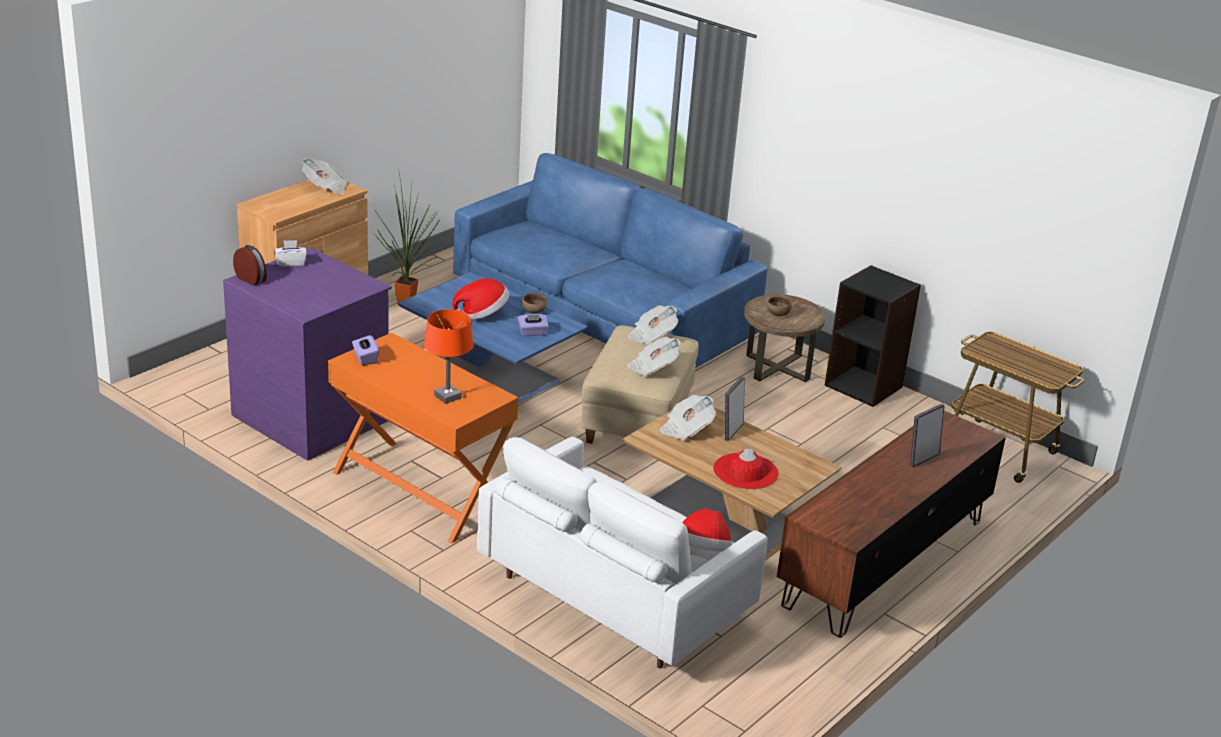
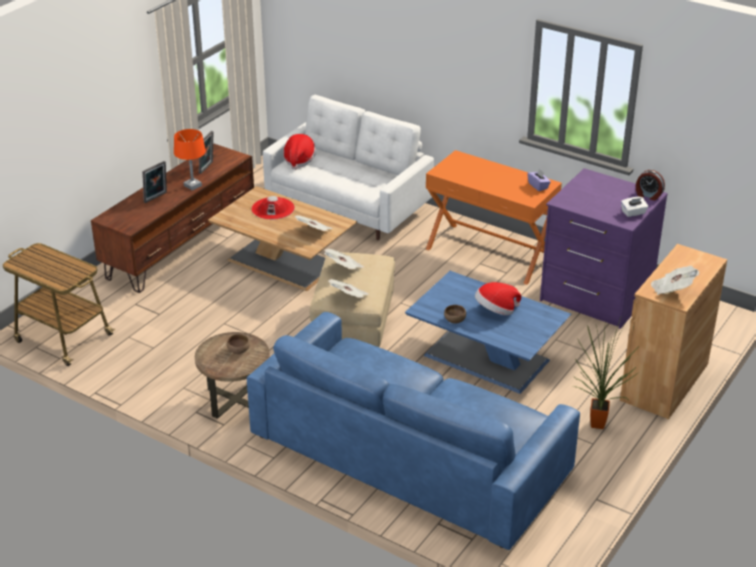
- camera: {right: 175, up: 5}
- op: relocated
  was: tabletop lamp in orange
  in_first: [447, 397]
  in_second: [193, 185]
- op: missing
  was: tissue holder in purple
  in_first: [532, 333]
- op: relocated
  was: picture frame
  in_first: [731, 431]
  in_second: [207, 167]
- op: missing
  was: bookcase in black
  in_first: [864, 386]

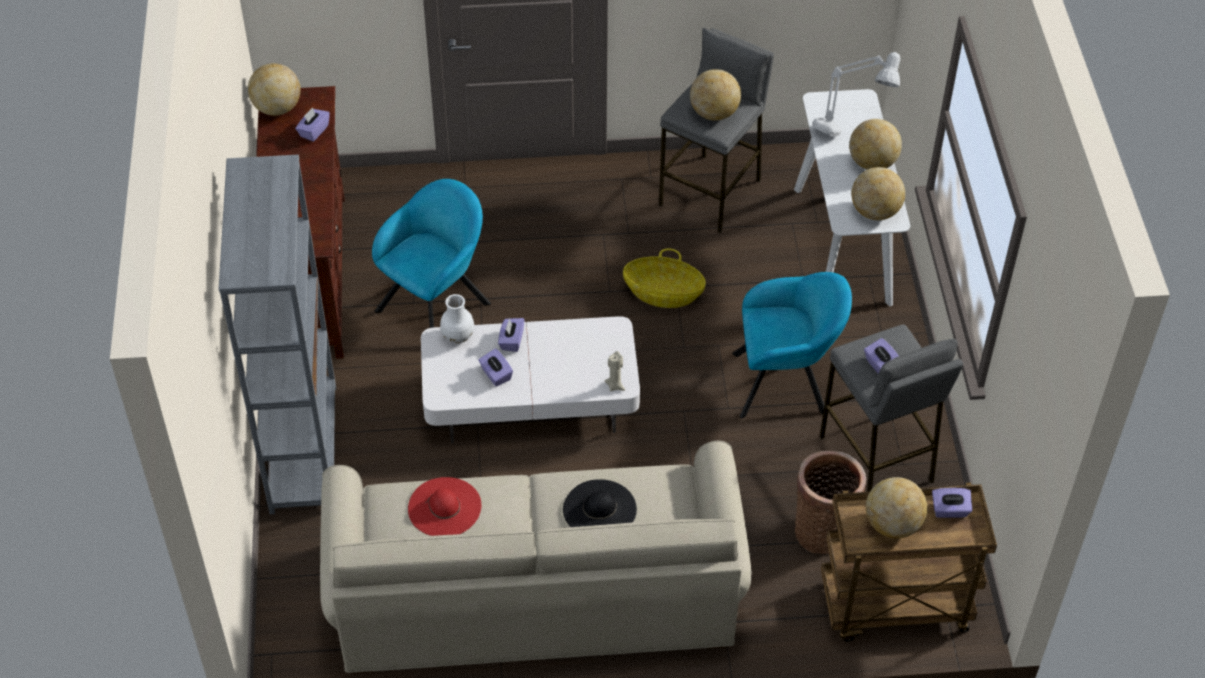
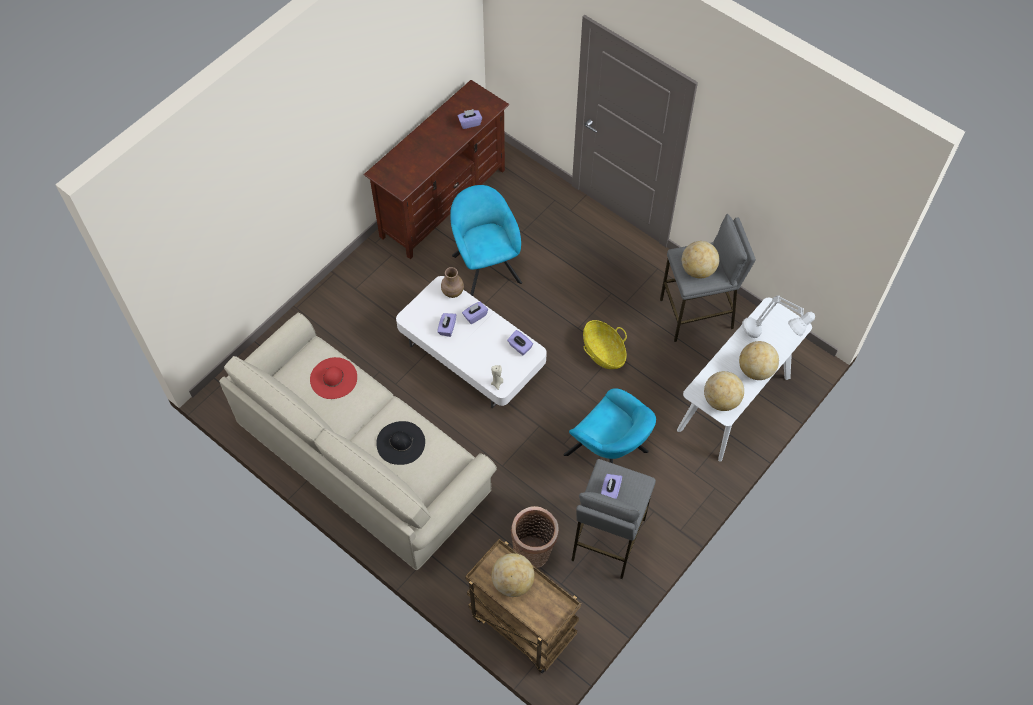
- camera: {right: 45, up: 10}
- op: missing
  was: bookcase in greyish
  in_first: [303, 448]
- op: missing
  was: globe
  in_first: [277, 108]
- op: spun
  was: easy chair in turquoise
  in_first: [437, 303]
  in_second: [485, 265]
  clockwise: -105
- op: colour
  was: decorative vase in white-coloured
  now: decorative vase in brown
  in_first: [457, 336]
  in_second: [452, 292]
- op: relocated
  was: tissue holder in purple
  in_first: [950, 510]
  in_second: [519, 347]

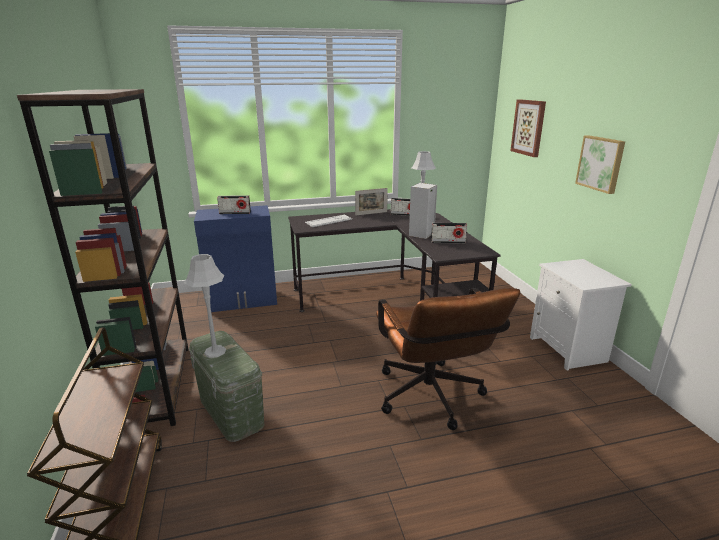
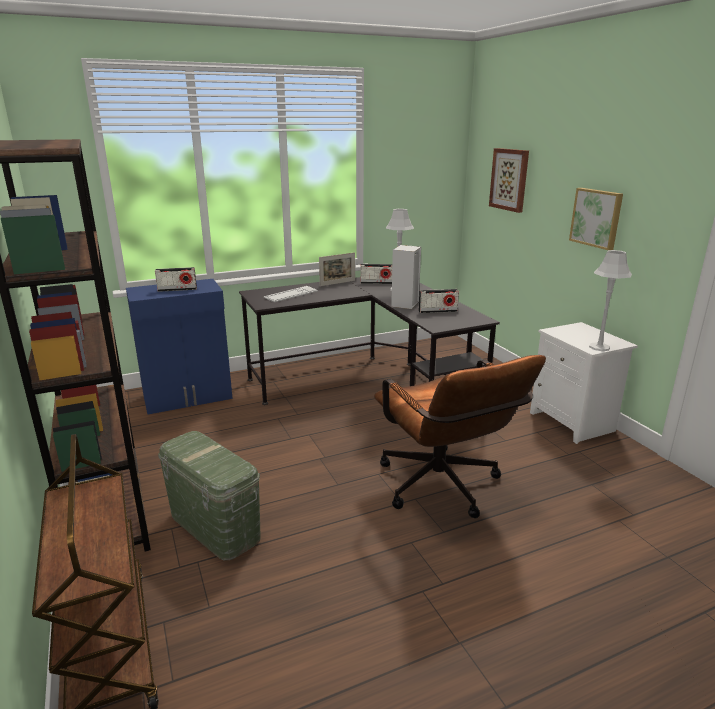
- camera: {right: -10, up: 0}
- op: relocated
  was: tabletop lamp in greyish
  in_first: [215, 351]
  in_second: [599, 347]

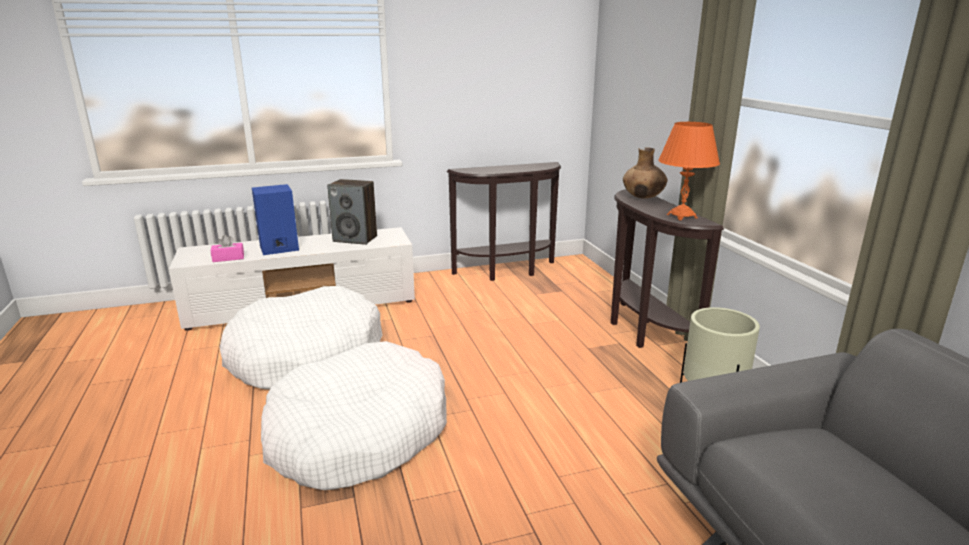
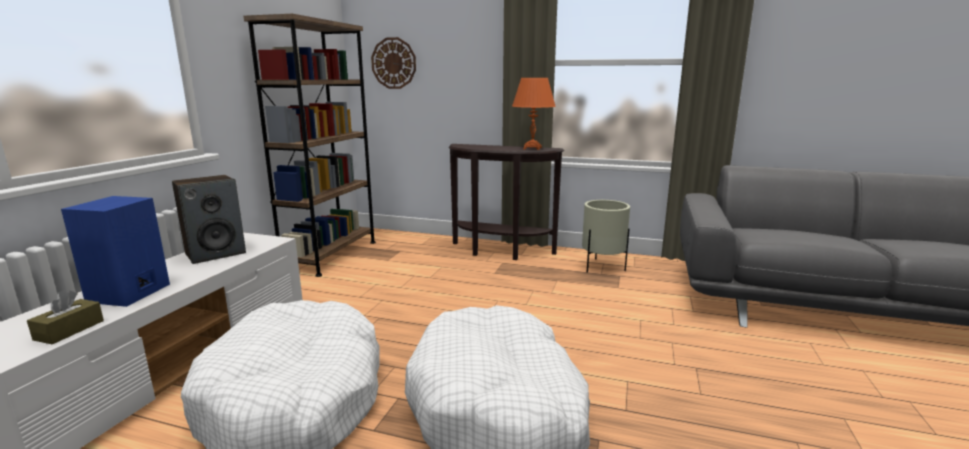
- camera: {right: -55, up: -5}
- op: colour
  was: tissue holder in pink-coloured
  now: tissue holder in brown
  in_first: [228, 258]
  in_second: [69, 330]
- op: exchanged
  was: console table in brown
  now: bookcase in brown
  in_first: [508, 272]
  in_second: [331, 255]
- op: missing
  was: decorative vase in brown
  in_first: [643, 197]
- op: appeared
  now: wall clock
  in_second: [393, 63]

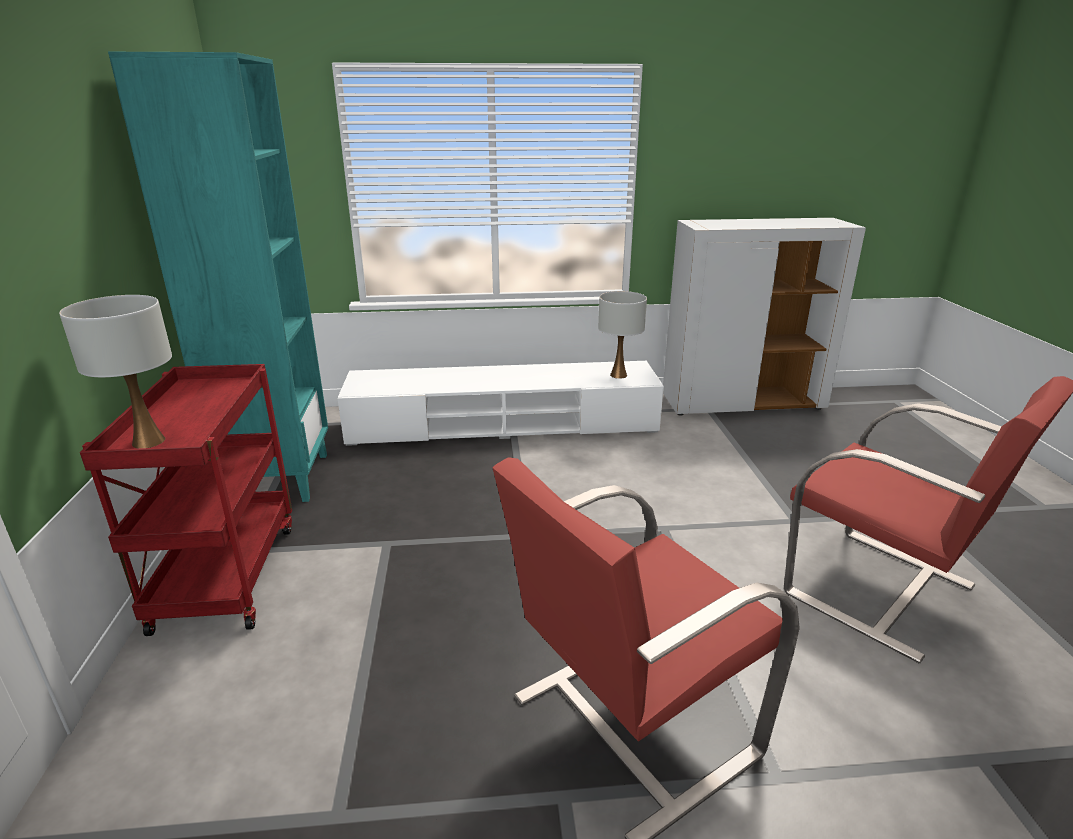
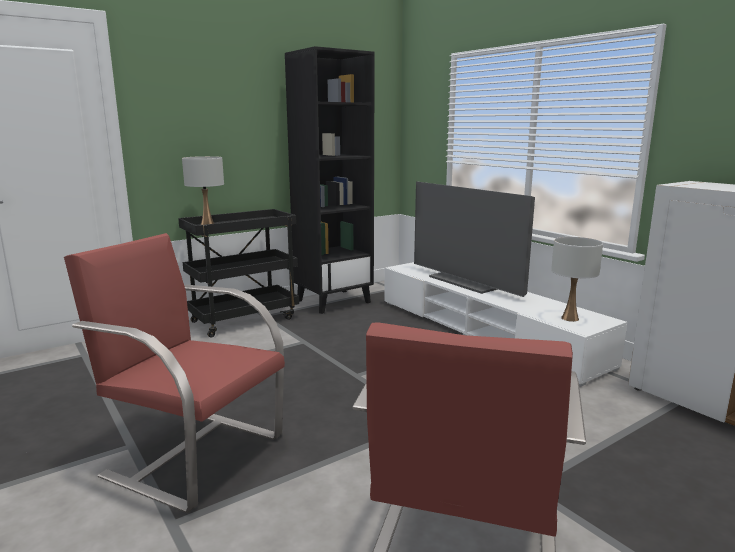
- camera: {right: 60, up: -10}
- op: colour
  was: wheeled cart in reddish
  now: wheeled cart in black
  in_first: [226, 574]
  in_second: [245, 319]
- op: colour
  was: bookcase in turquoise
  now: bookcase in black
  in_first: [279, 478]
  in_second: [333, 301]
- op: appeared
  now: television
  in_second: [467, 282]

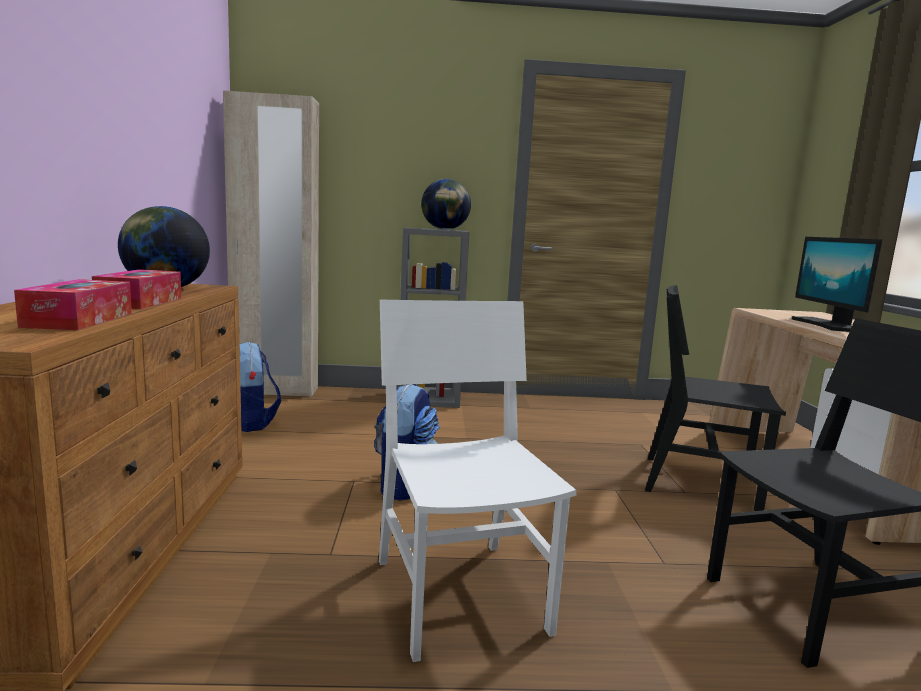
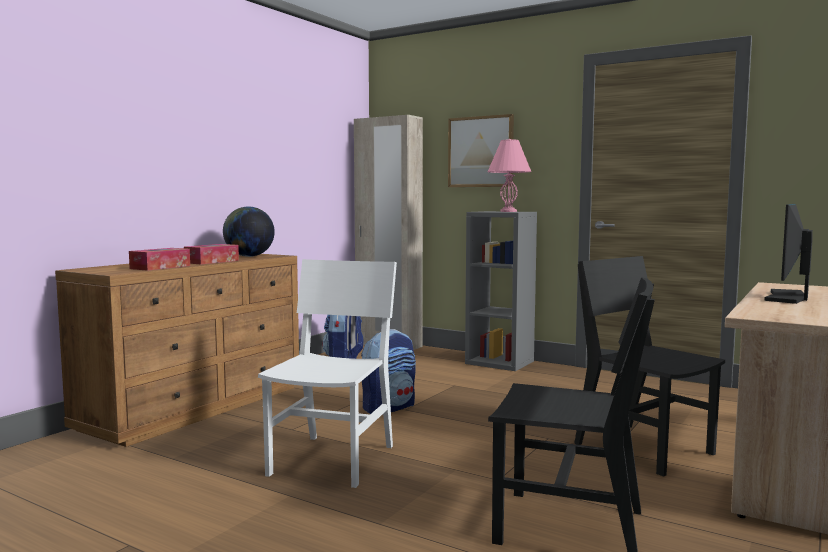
- camera: {right: 35, up: -5}
- op: exchanged
  was: globe
  now: tabletop lamp in pink-coloured
  in_first: [445, 229]
  in_second: [508, 211]
- op: appeared
  now: wall picture
  in_second: [481, 152]

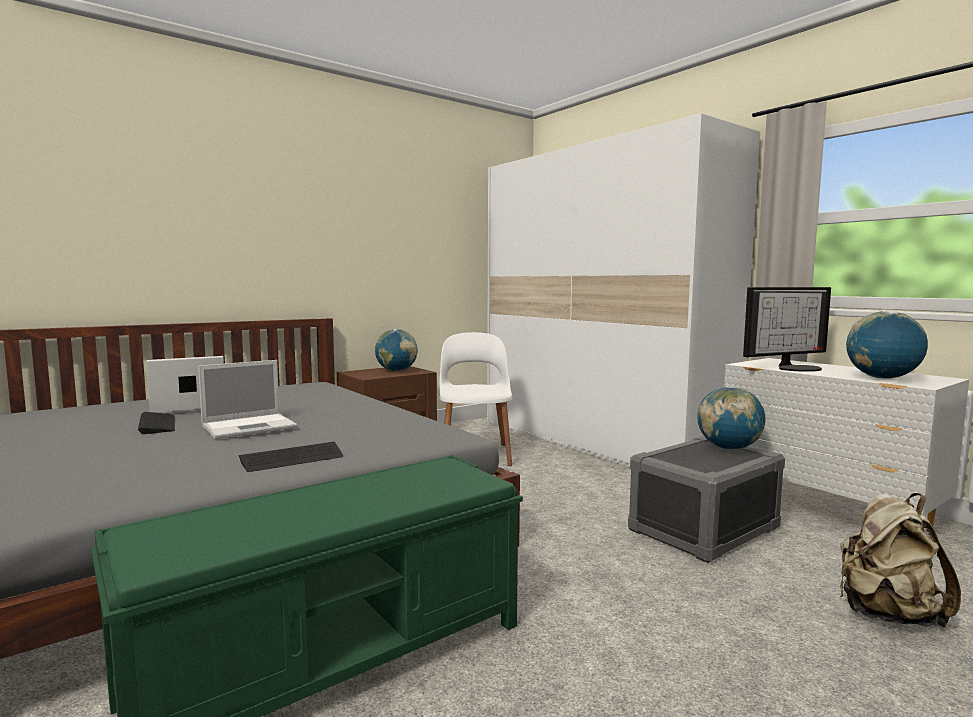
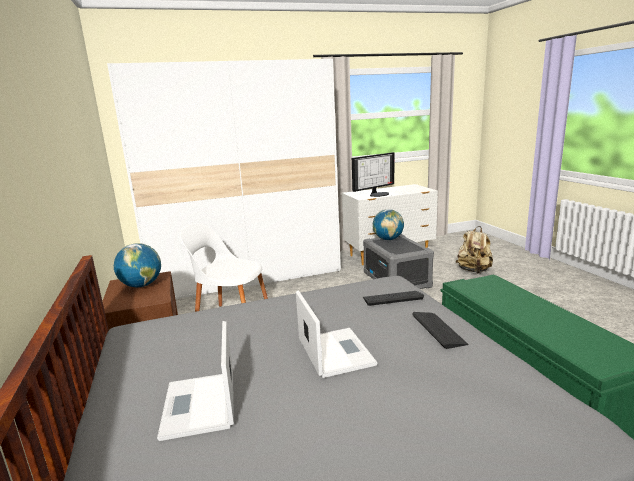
- camera: {right: -70, up: 10}
- op: relocated
  was: PC keyboard
  in_first: [157, 424]
  in_second: [392, 298]
- op: spun
  was: monitor
  in_first: [795, 368]
  in_second: [378, 194]
  clockwise: 60
- op: missing
  was: globe
  in_first: [882, 378]

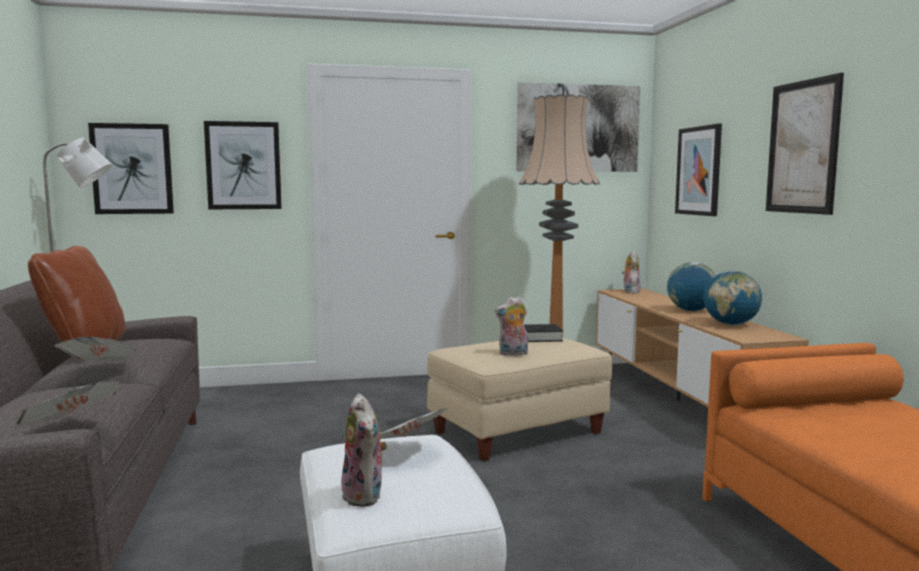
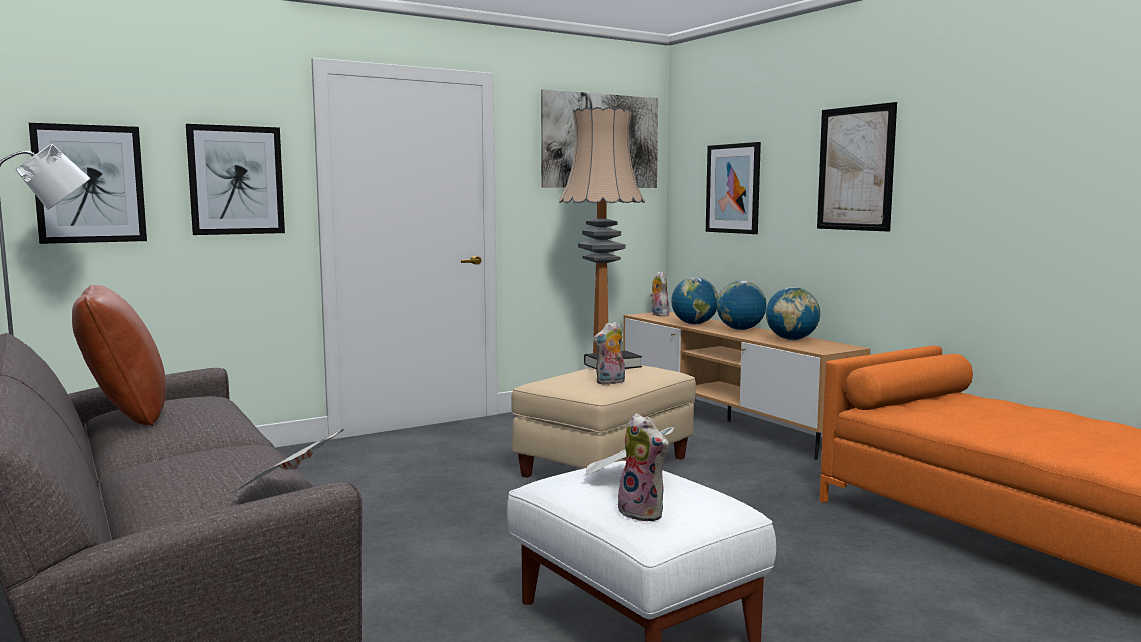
- camera: {right: -20, up: 0}
- op: missing
  was: newspaper
  in_first: [101, 369]
- op: appeared
  now: globe
  in_second: [694, 324]

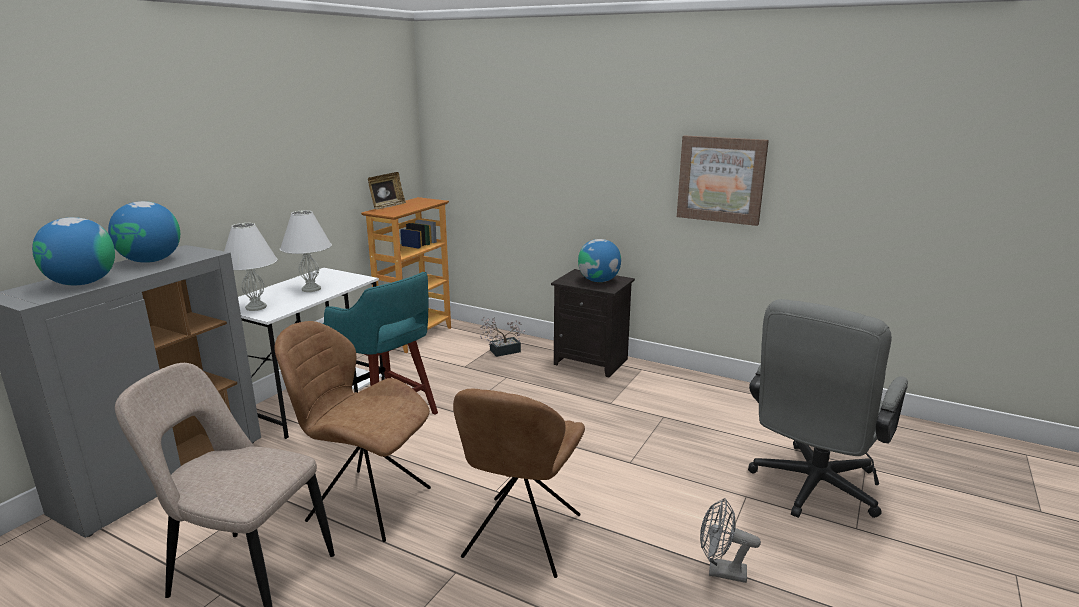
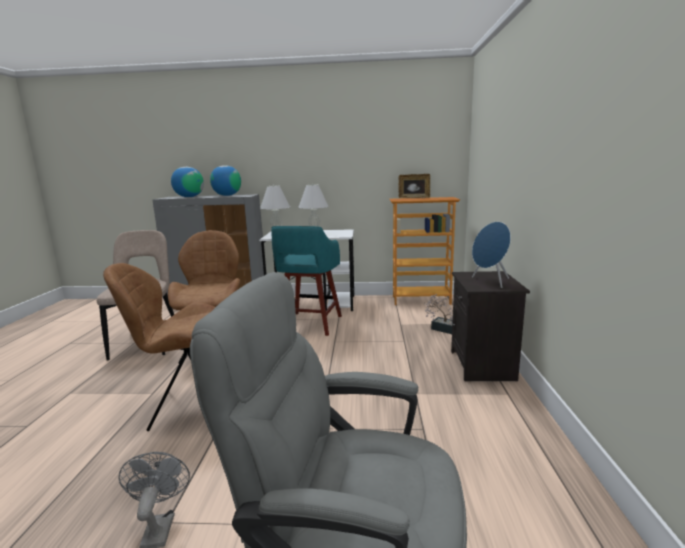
- camera: {right: 65, up: -5}
- op: exchanged
  was: globe
  now: loudspeaker in bluish
  in_first: [598, 280]
  in_second: [490, 282]
- op: missing
  was: wall picture
  in_first: [721, 179]

